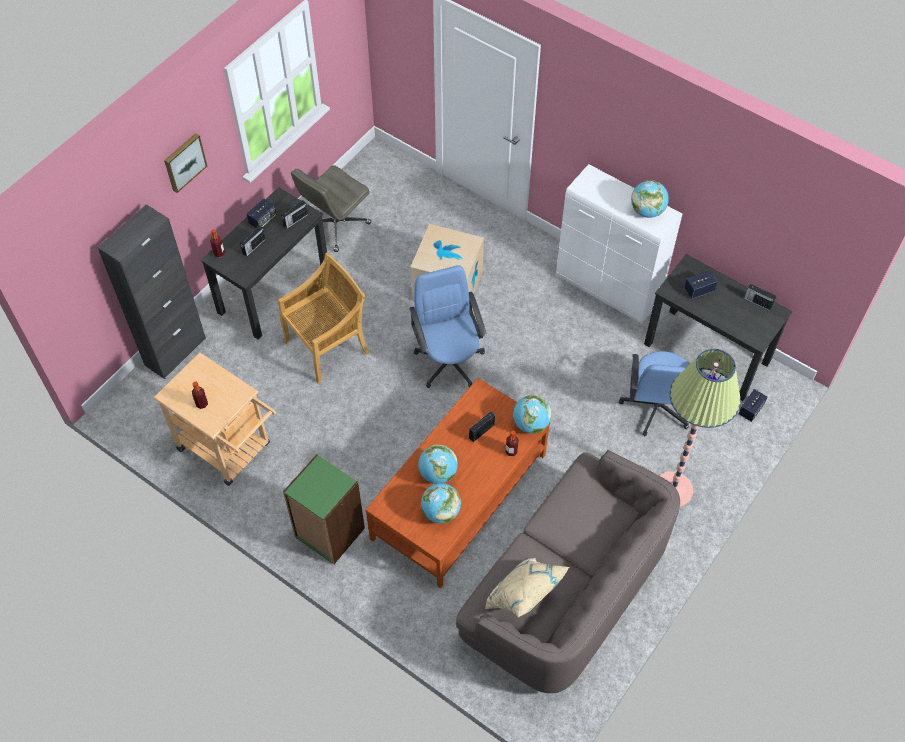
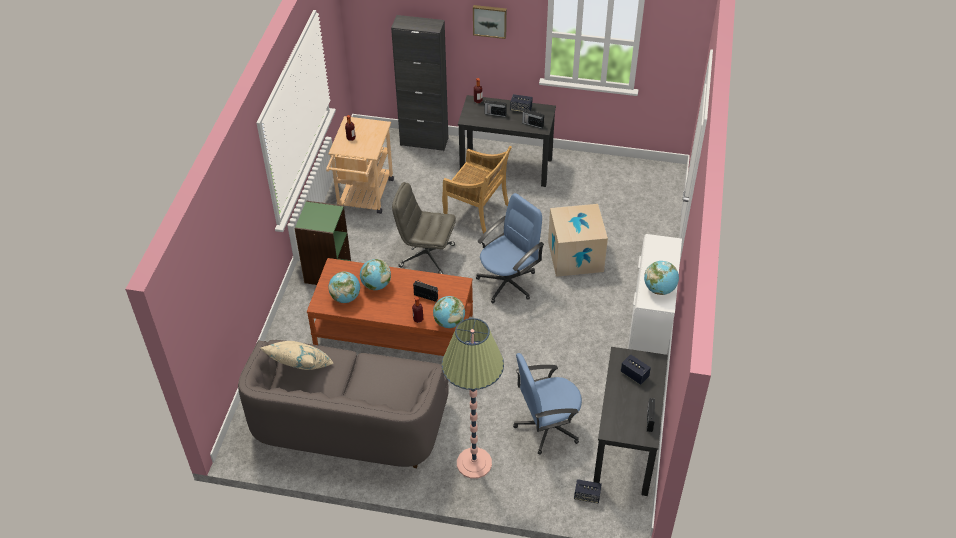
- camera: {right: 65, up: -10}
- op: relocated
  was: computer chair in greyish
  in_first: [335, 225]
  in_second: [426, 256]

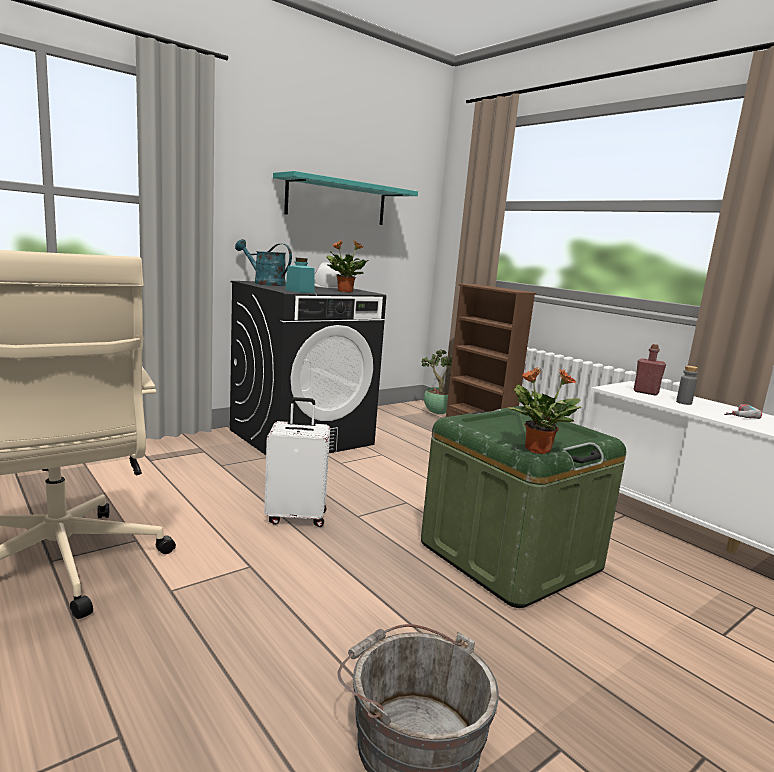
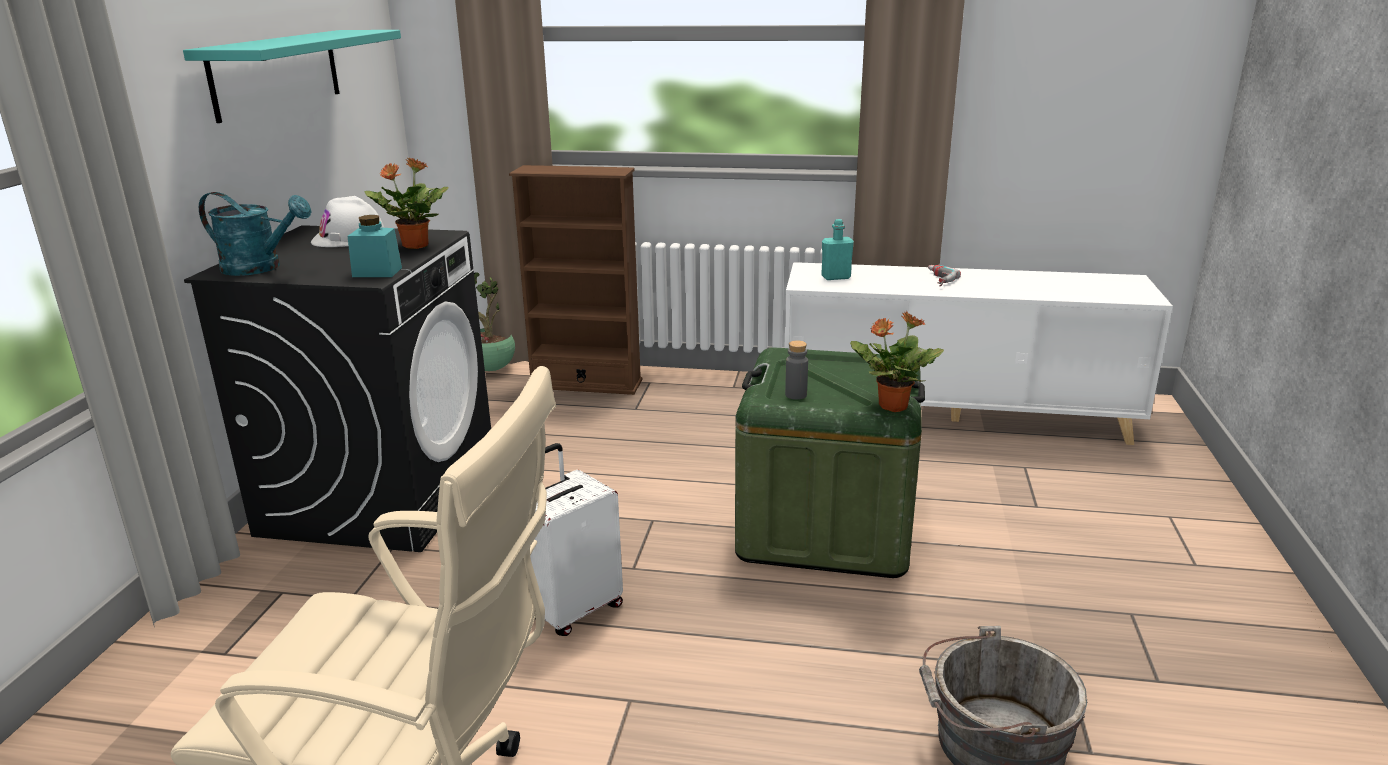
- camera: {right: -40, up: 10}
- op: spun
  was: watering can in turquoise
  in_first: [264, 283]
  in_second: [260, 268]
  clockwise: -150
- op: colour
  was: drink bottle in reddish
  now: drink bottle in turquoise
  in_first: [645, 392]
  in_second: [836, 277]
- op: relocated
  was: drink bottle in greyish
  in_first: [683, 402]
  in_second: [796, 395]

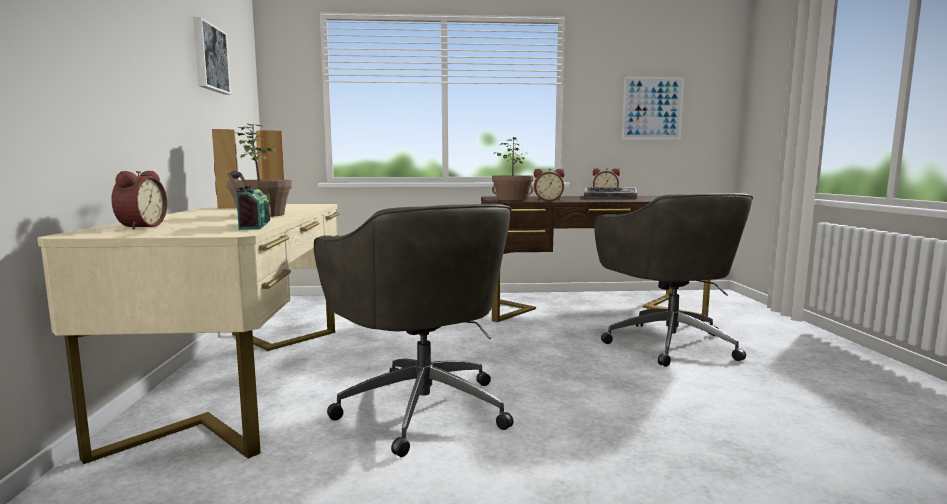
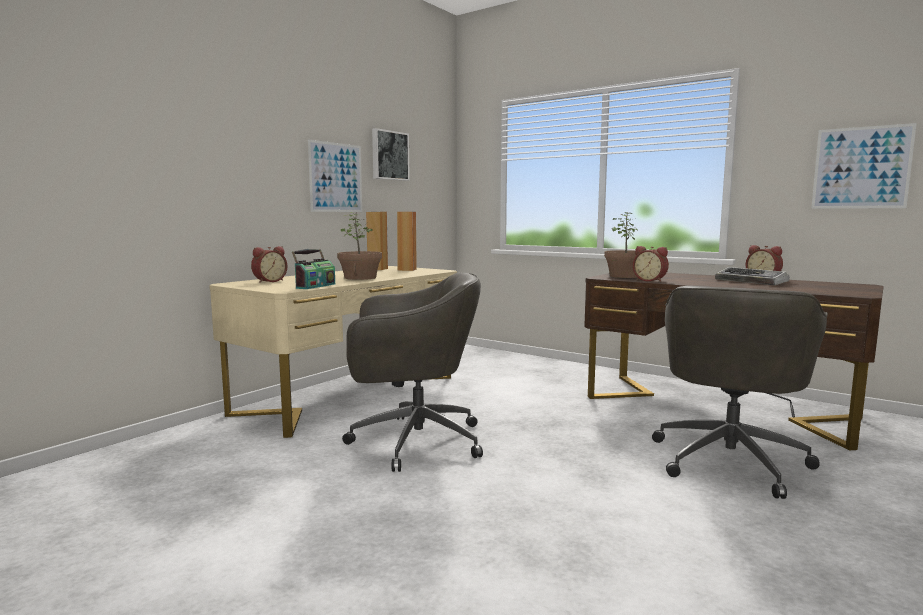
- camera: {right: 40, up: 0}
- op: spun
  was: computer chair in greyish
  in_first: [422, 407]
  in_second: [413, 441]
  clockwise: -105
- op: appeared
  now: wall picture
  in_second: [336, 177]

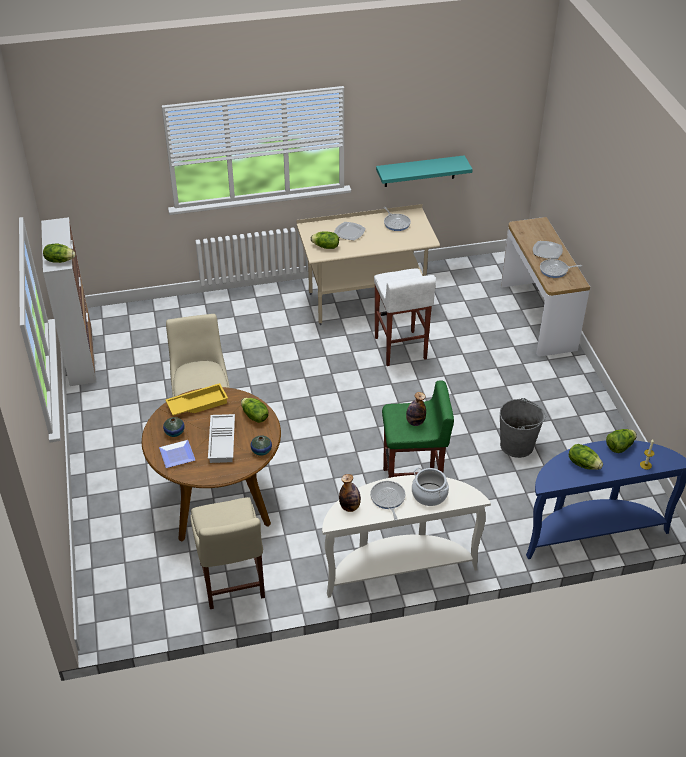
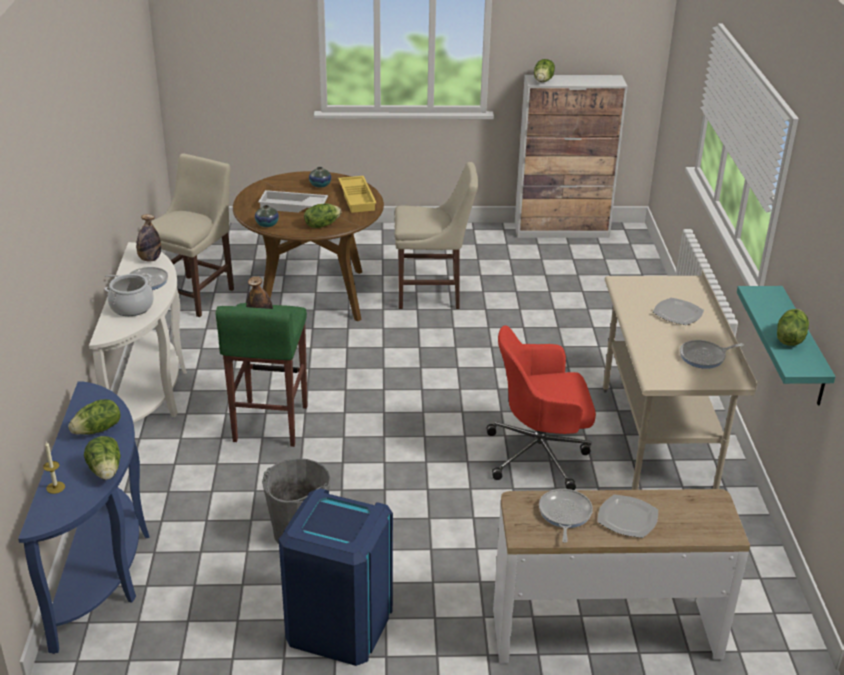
- camera: {right: 100, up: -10}
- op: missing
  was: flat dish
  in_first: [178, 454]
- op: spun
  was: plain chair in beige
  in_first: [232, 583]
  in_second: [196, 294]
  clockwise: 120
- op: relocated
  was: lettuce
  in_first: [325, 247]
  in_second: [789, 339]
- op: exchanged
  was: sitting stool in white-coloured
  now: computer chair in reddish
  in_first: [400, 348]
  in_second: [540, 455]
- op: appeared
  now: waste bin in bluish
  in_second: [339, 624]

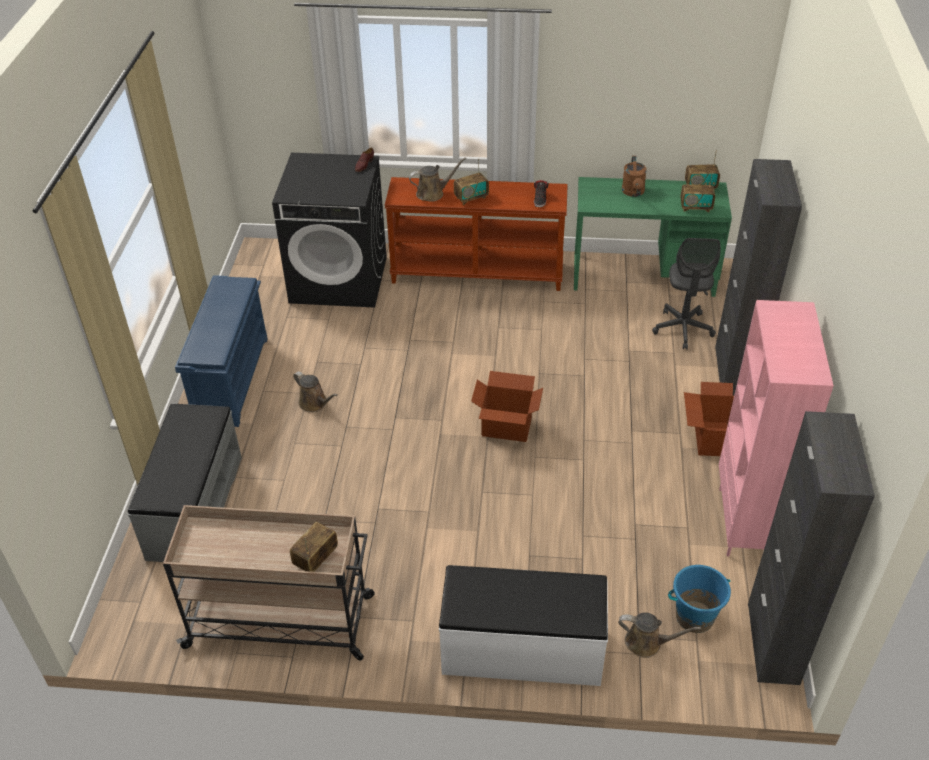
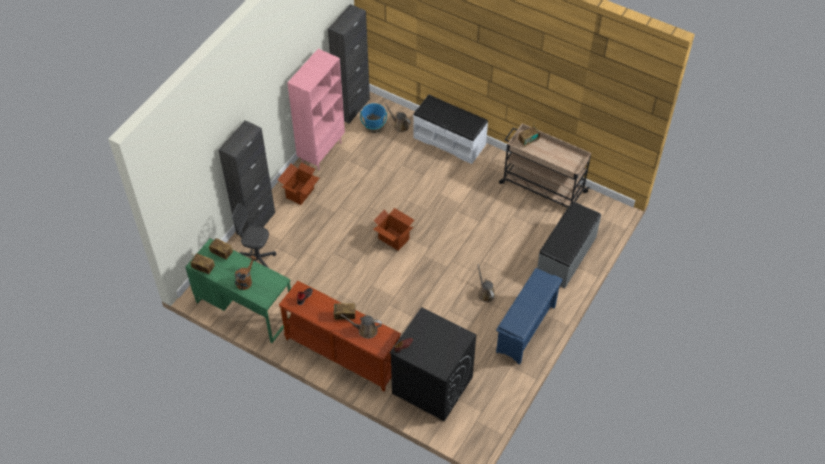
- camera: {right: -155, up: 10}
- op: spun
  was: computer chair in greyish
  in_first: [683, 329]
  in_second: [257, 260]
  clockwise: -105

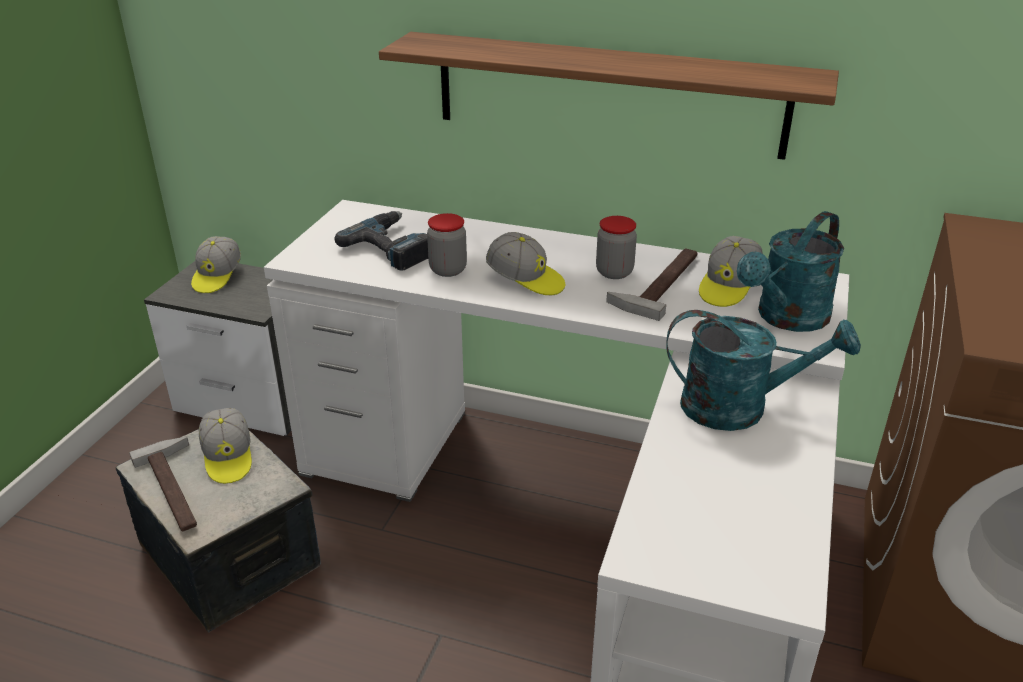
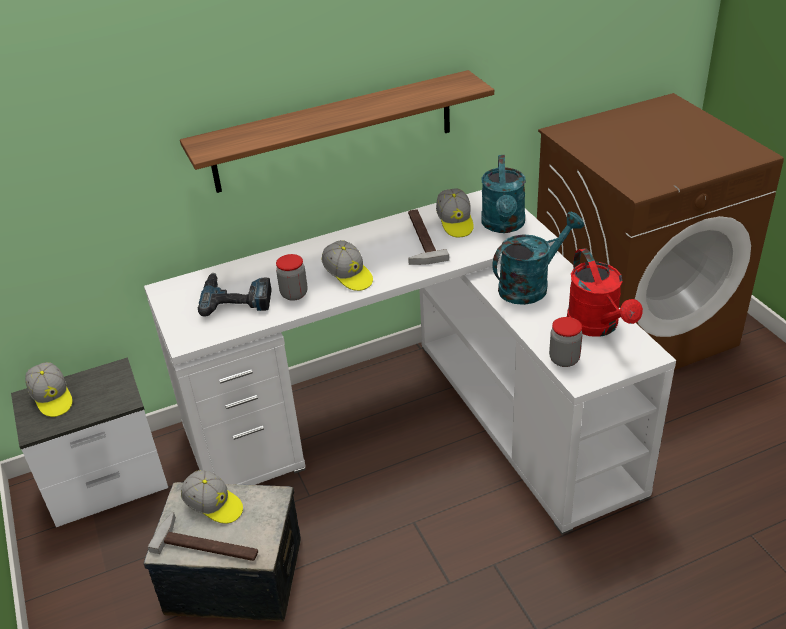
- camera: {right: -40, up: 5}
- op: spun
  was: baseball cap
  in_first: [526, 280]
  in_second: [348, 276]
  clockwise: 60
- op: relocated
  was: jar
  in_first: [614, 272]
  in_second: [564, 359]
- op: appeared
  now: watering can in reddish
  in_second: [597, 326]

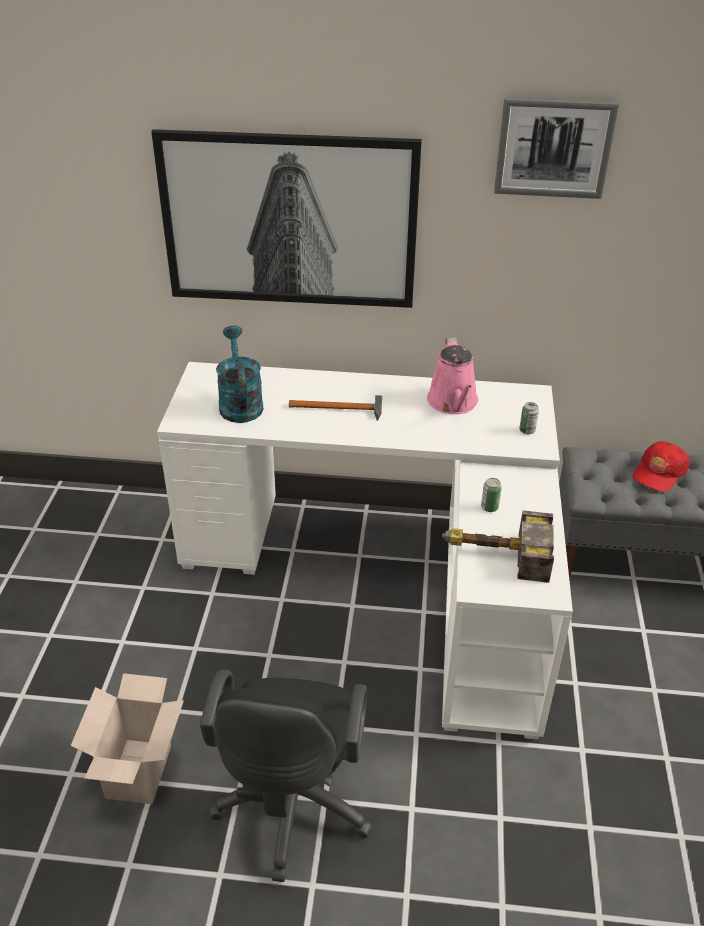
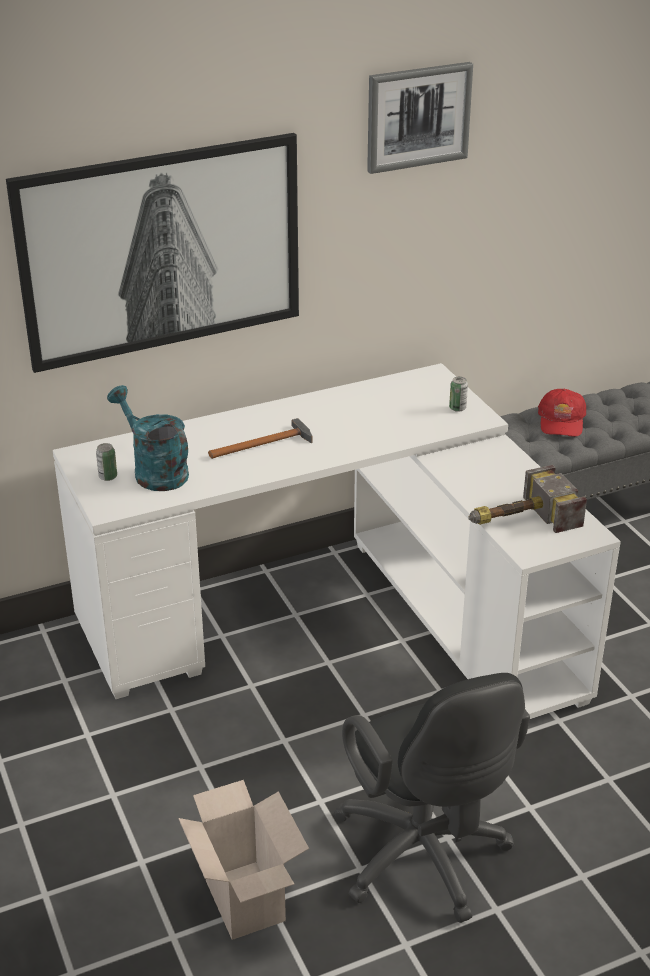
- camera: {right: -30, up: -5}
- op: missing
  was: watering can in pink-coloured
  in_first: [453, 403]
- op: relocated
  was: can
  in_first: [489, 507]
  in_second: [108, 477]

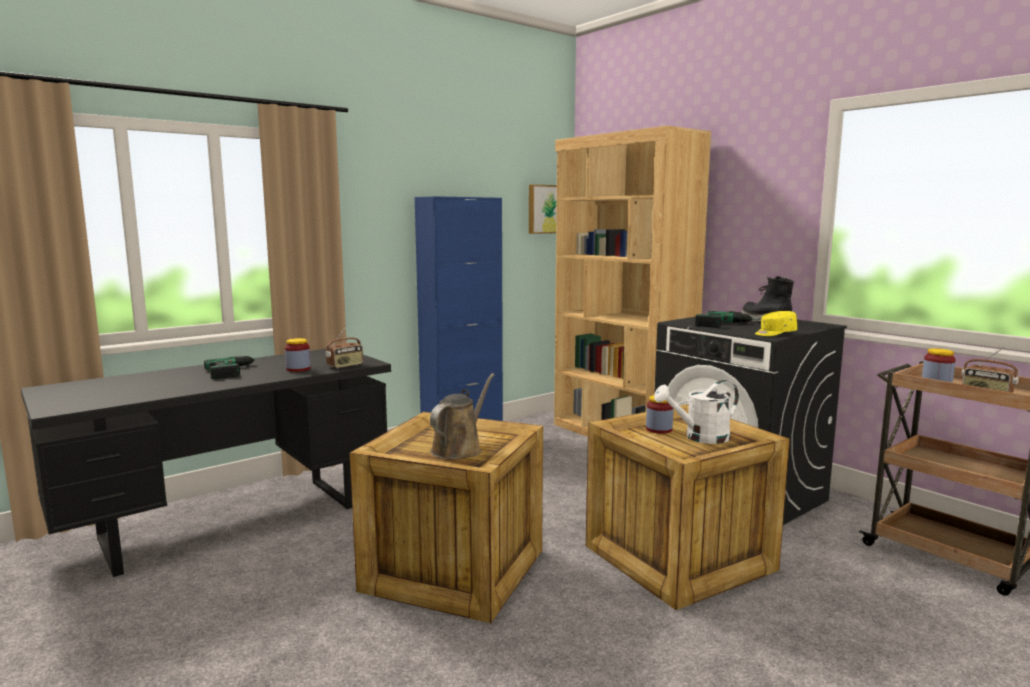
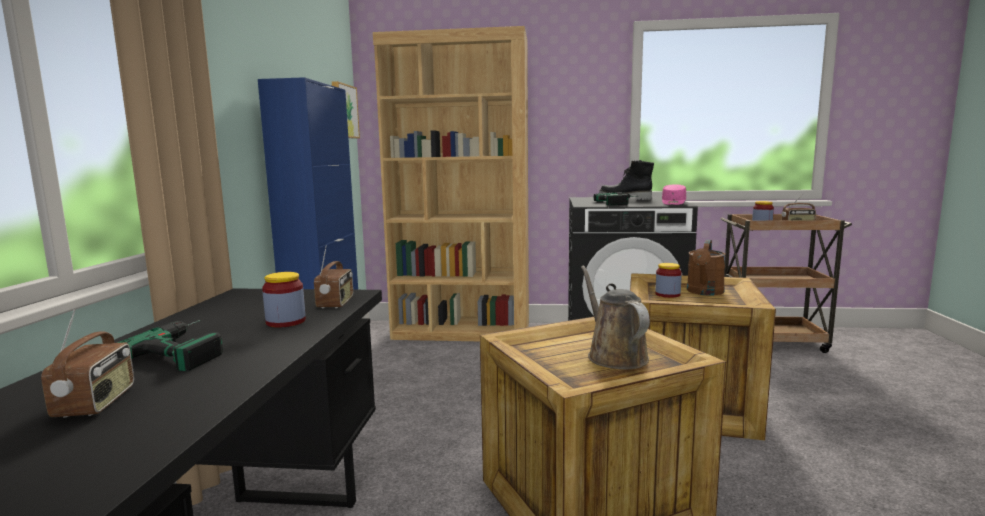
- camera: {right: -45, up: 0}
- op: colour
  was: watering can in white-coloured
  now: watering can in brown
  in_first: [700, 438]
  in_second: [704, 292]
- op: colour
  was: baseball cap in yellow
  now: baseball cap in pink-coloured
  in_first: [774, 333]
  in_second: [673, 203]
- op: appeared
  now: radio
  in_second: [97, 403]

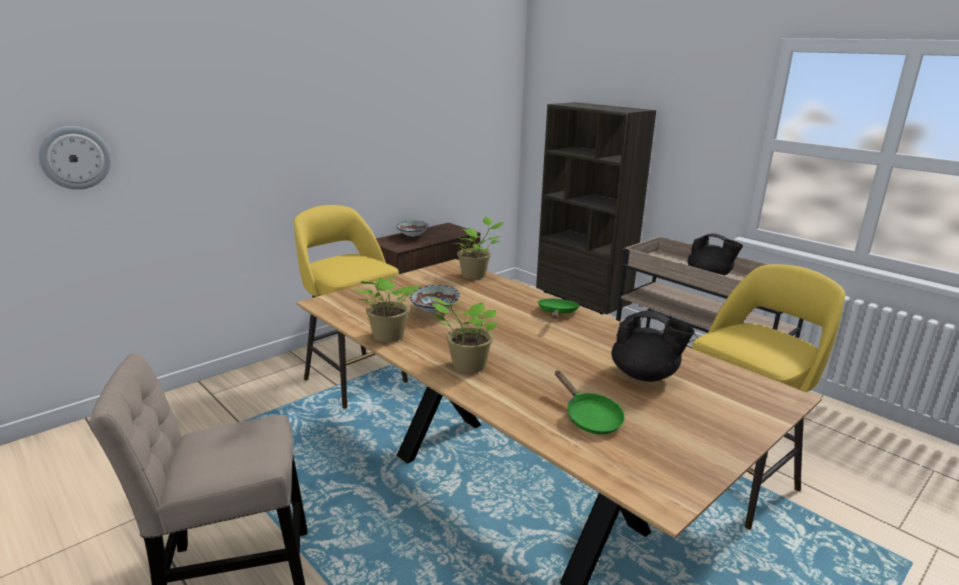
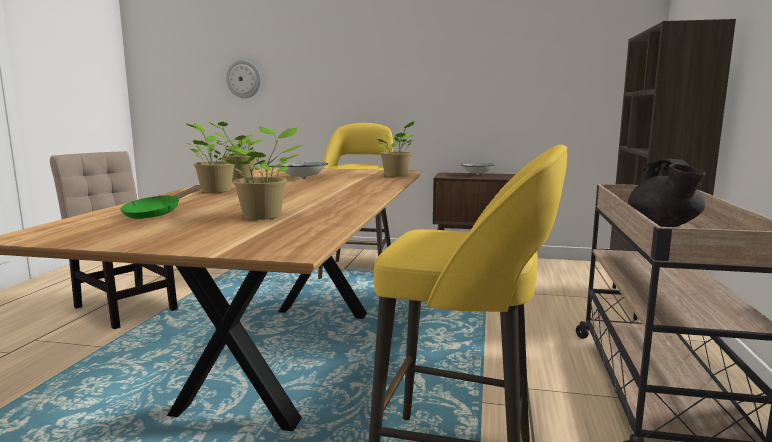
- camera: {right: 55, up: -10}
- op: missing
  was: pan in greenish
  in_first: [557, 313]
- op: exchanged
  was: tea pot in black
  now: potted plant
  in_first: [645, 375]
  in_second: [265, 216]

